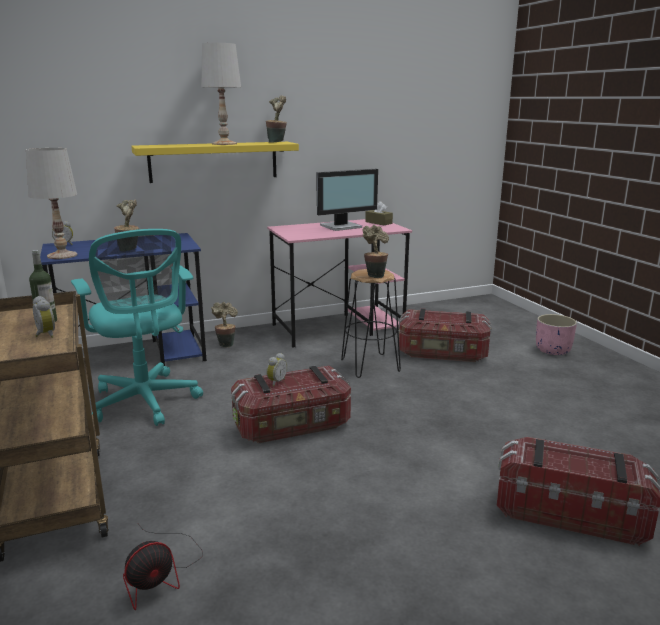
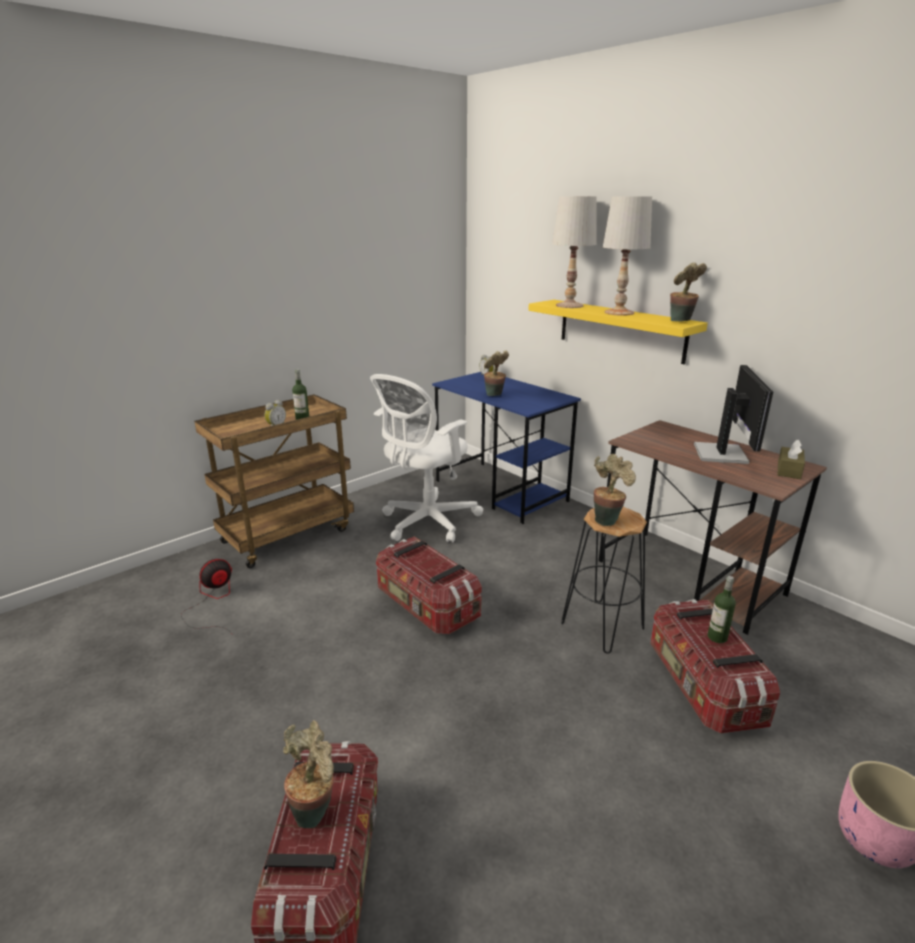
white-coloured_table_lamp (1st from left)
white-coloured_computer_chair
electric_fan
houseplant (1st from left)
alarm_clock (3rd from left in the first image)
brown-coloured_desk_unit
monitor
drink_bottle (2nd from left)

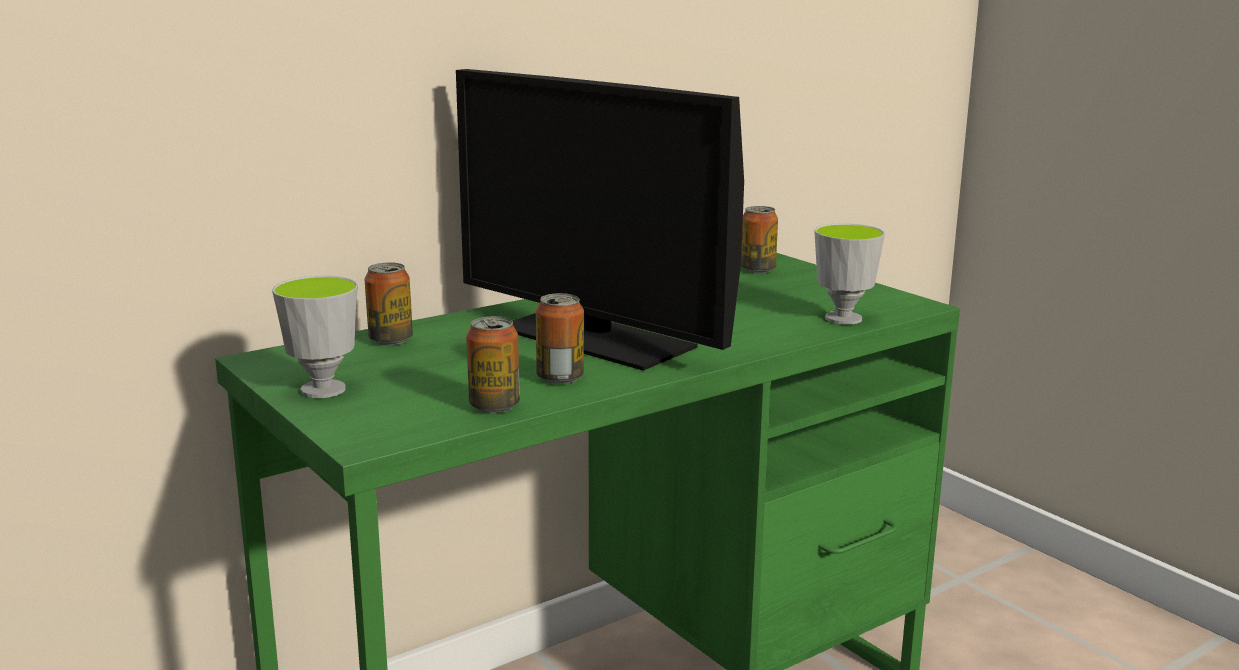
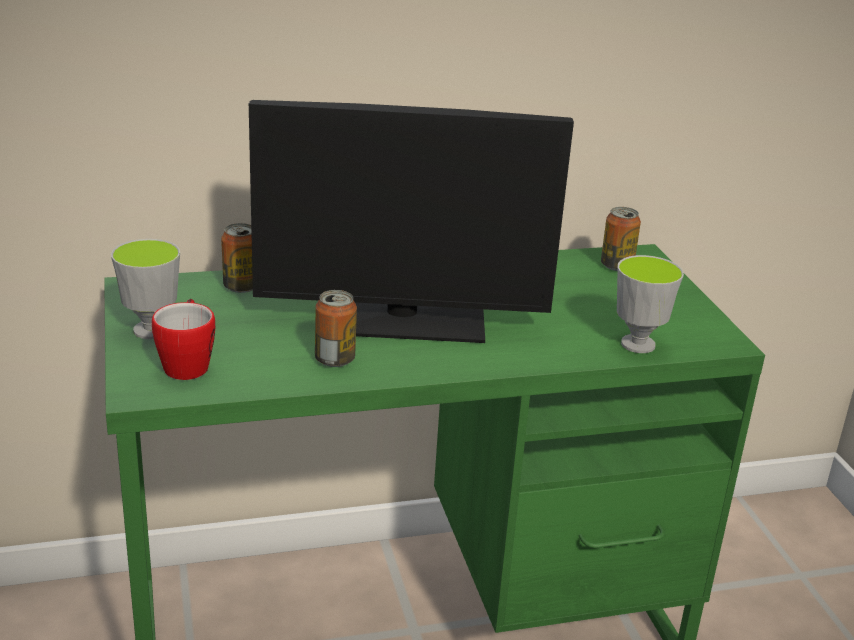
monitor
metal_can (2nd from left in the first image)
tea_mug

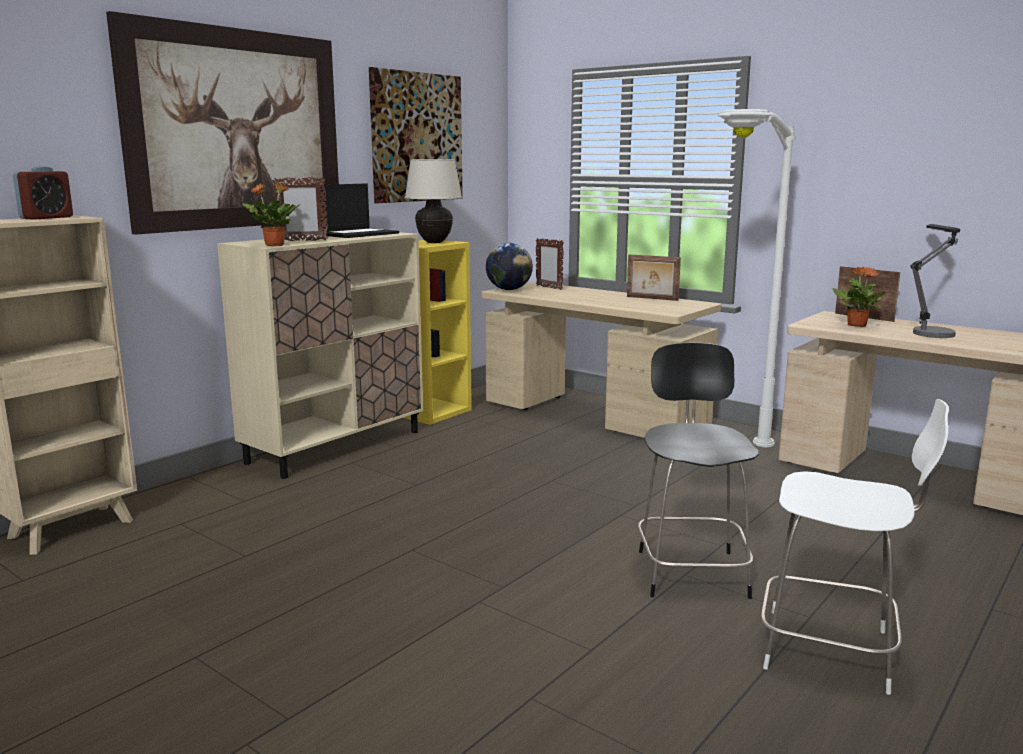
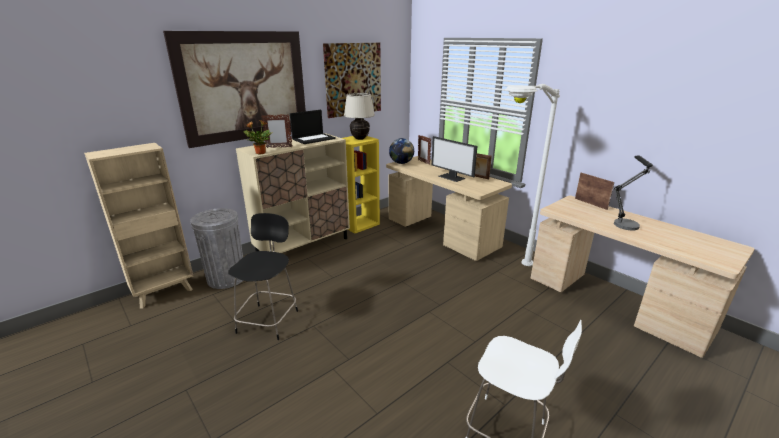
alarm_clock
blackish_plain_chair
houseplant (2nd from left in the first image)
gray_trash_can
monitor

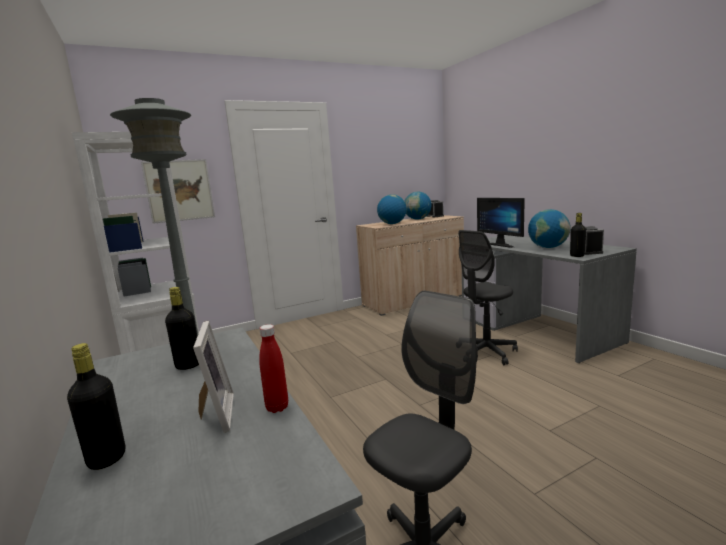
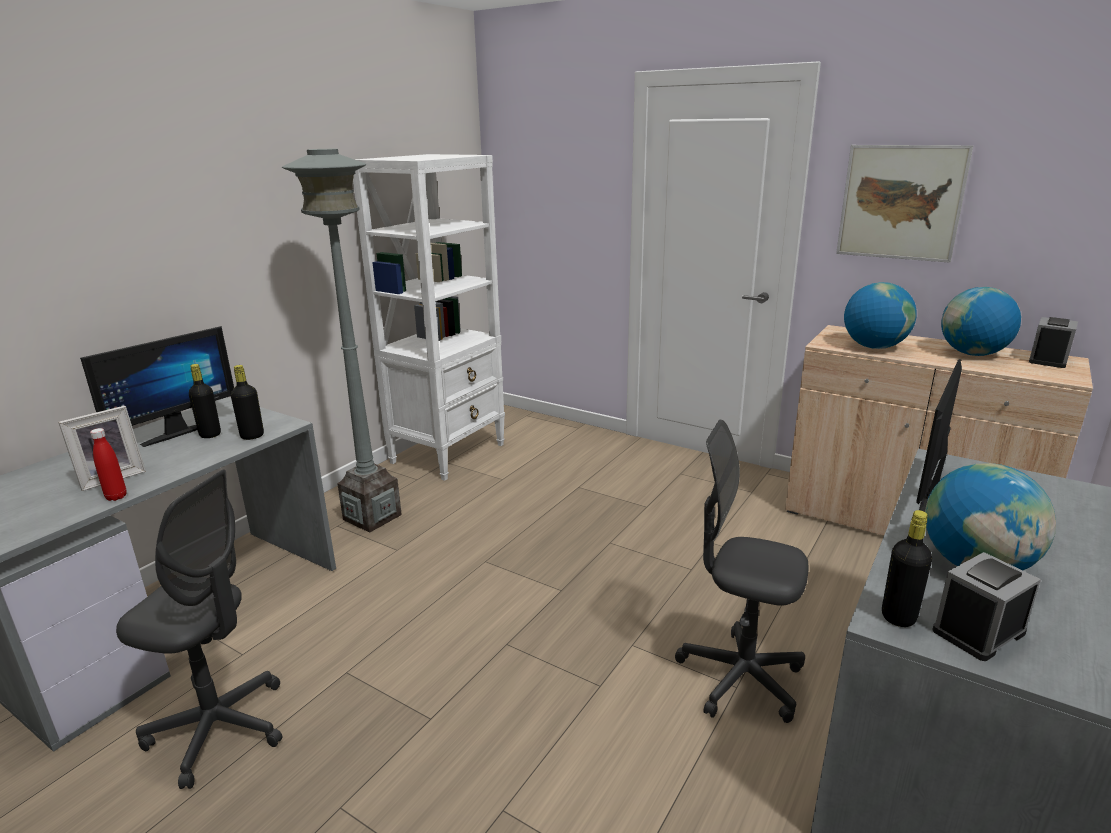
blackish_drink_bottle (2nd from left)
wall_art
monitor (1st from left)

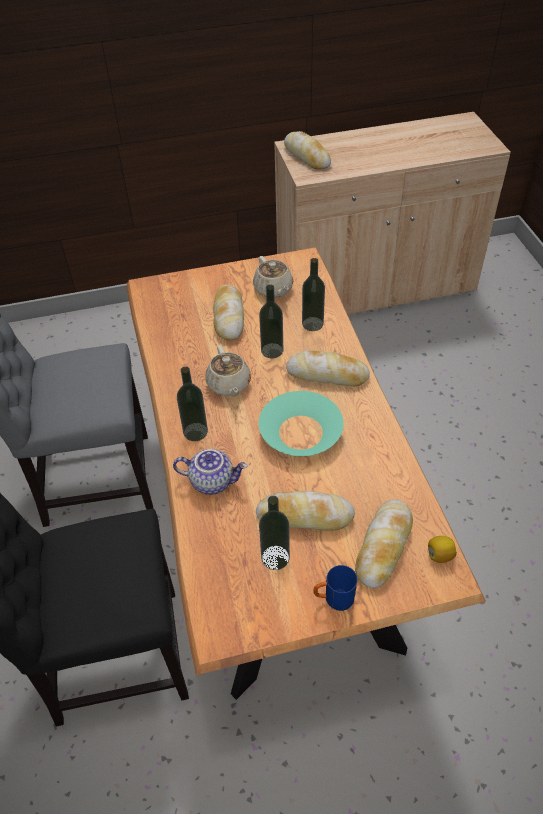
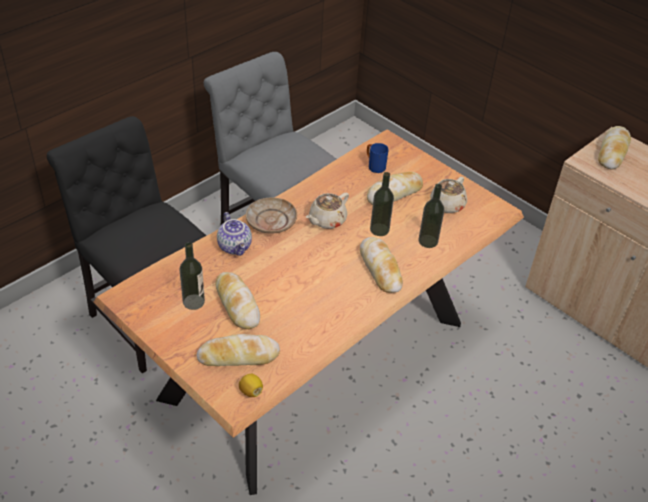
beige-coloured_flat_dish
turquoise-coloured_bowl
bluish_tea_mug

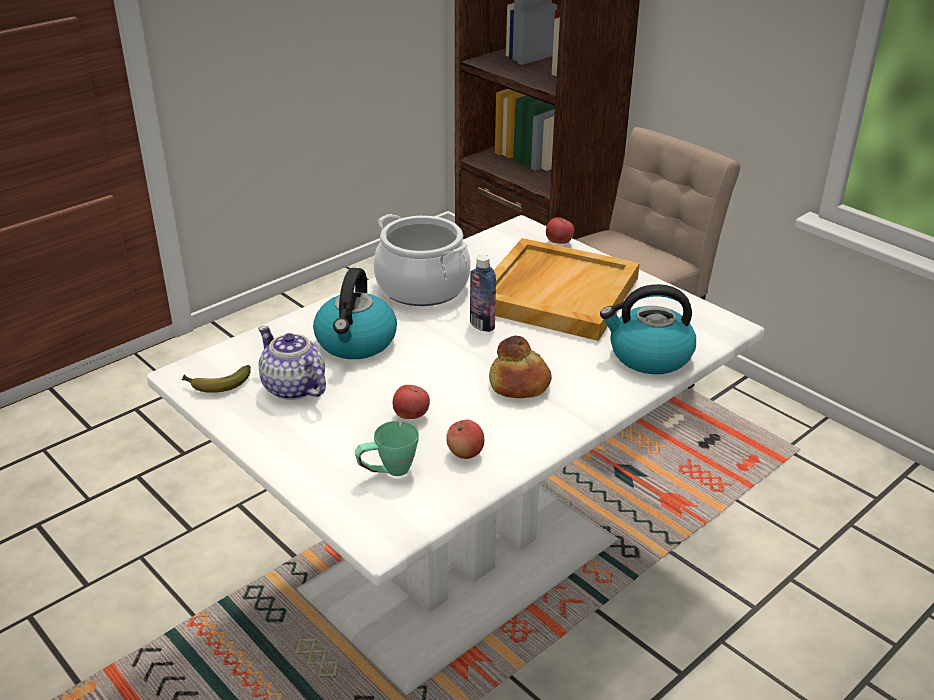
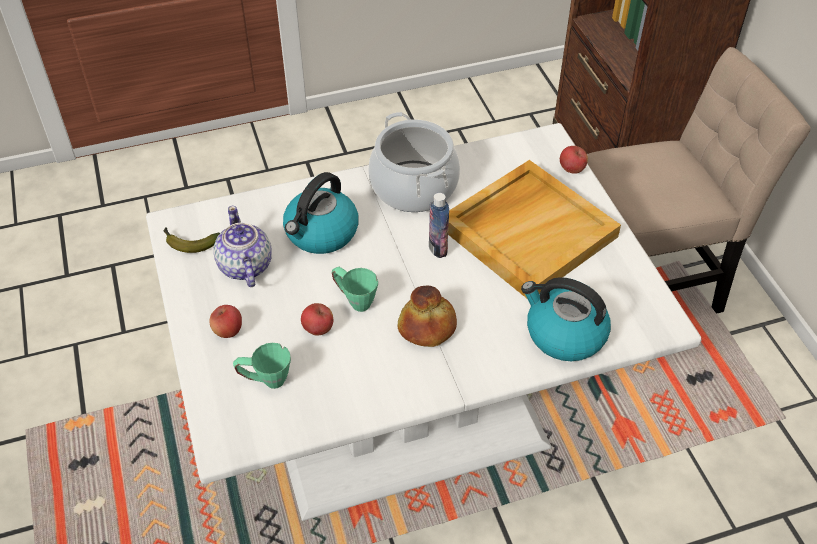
apple (1st from left)
green_tea_mug (2nd from left)

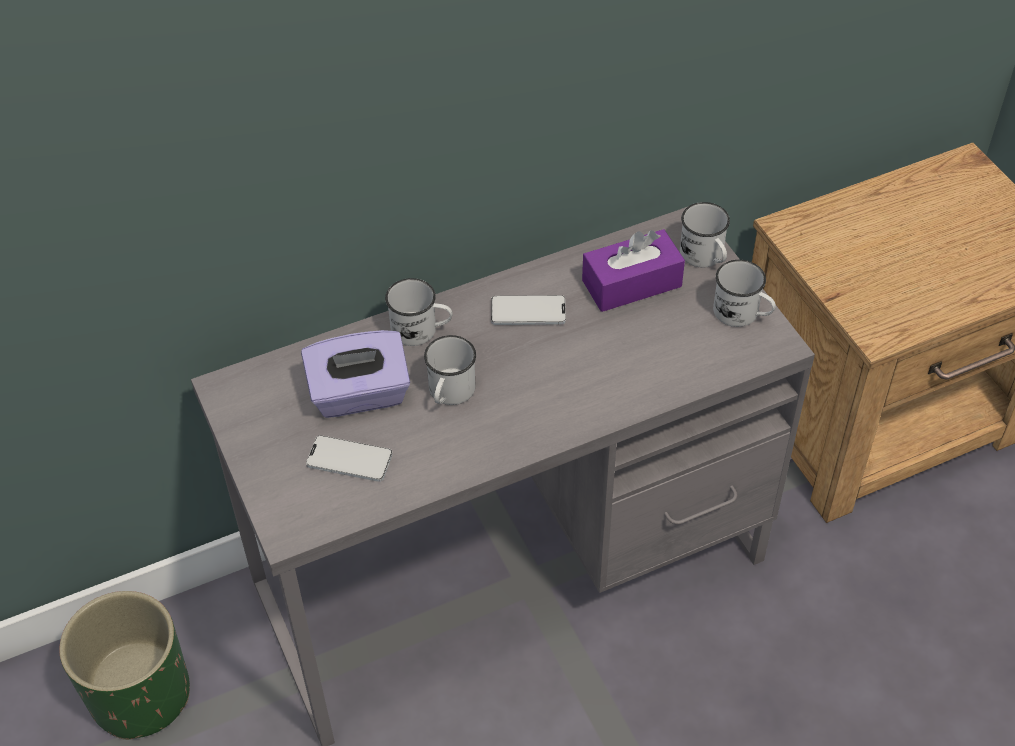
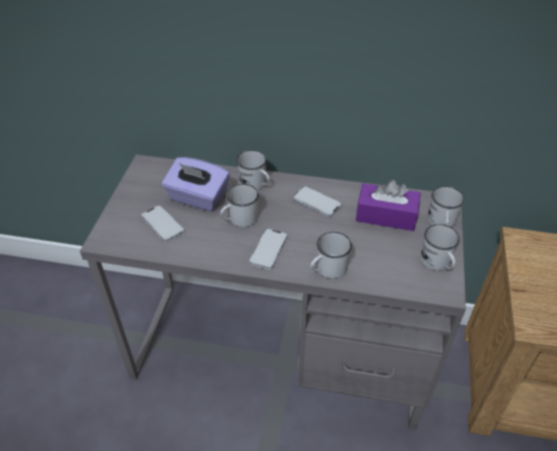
green_plant_pot
handset (2nd from left)
white-coloured_tea_mug (3rd from left)

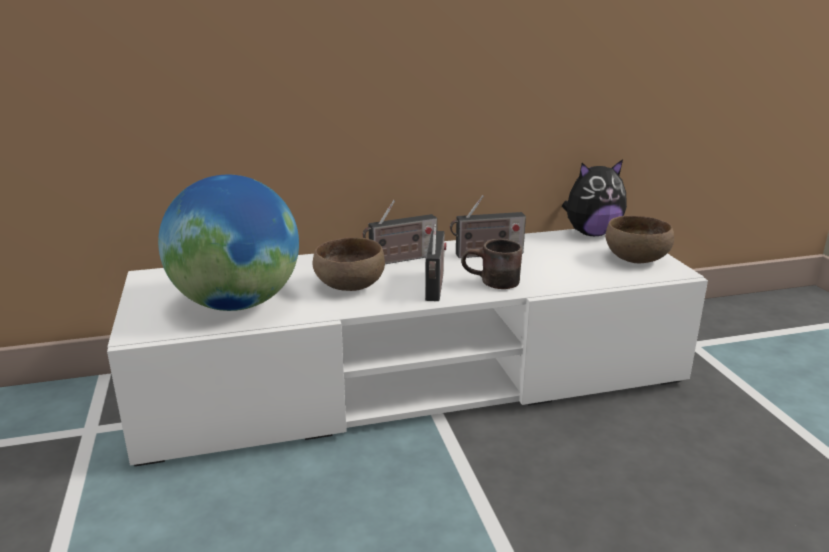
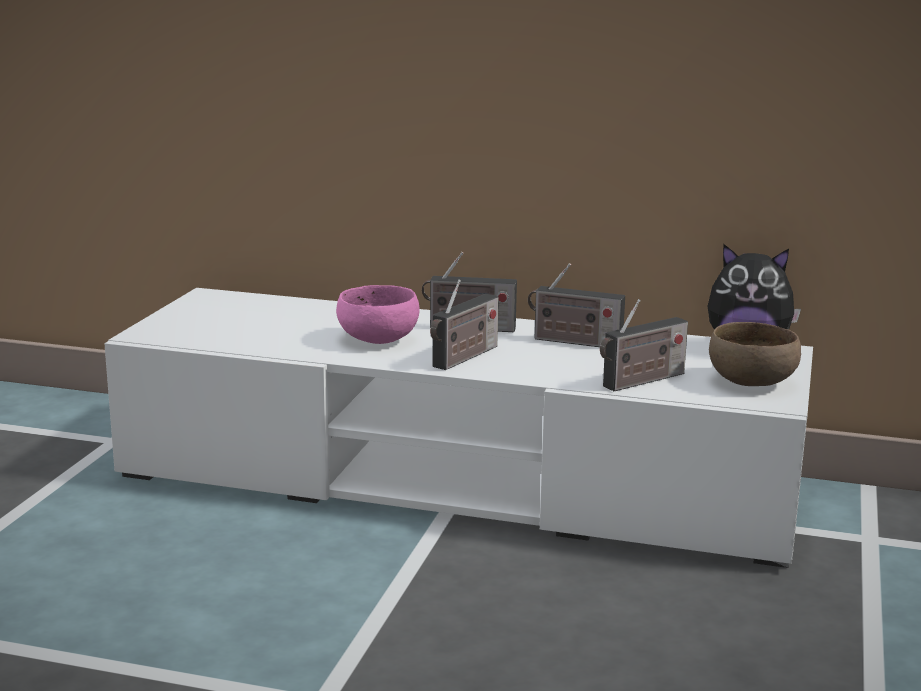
desk_globe
pinkish_bowl
brown-coloured_tea_mug
radio_set (4th from left)

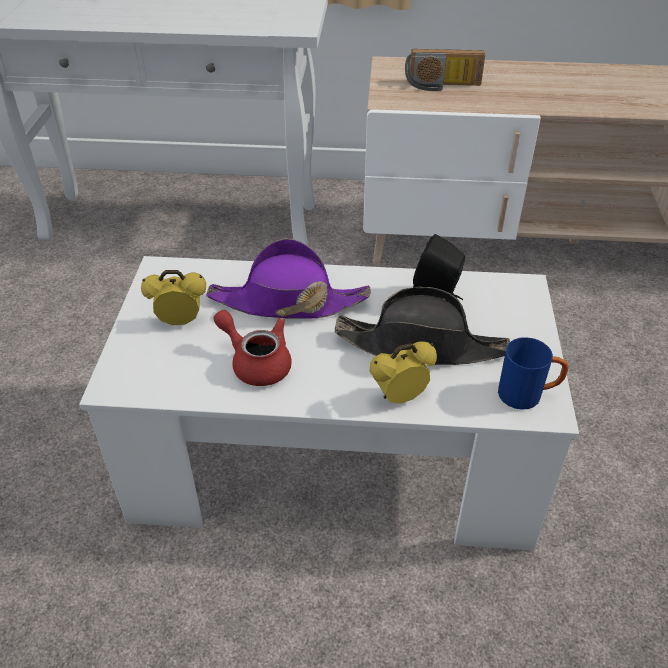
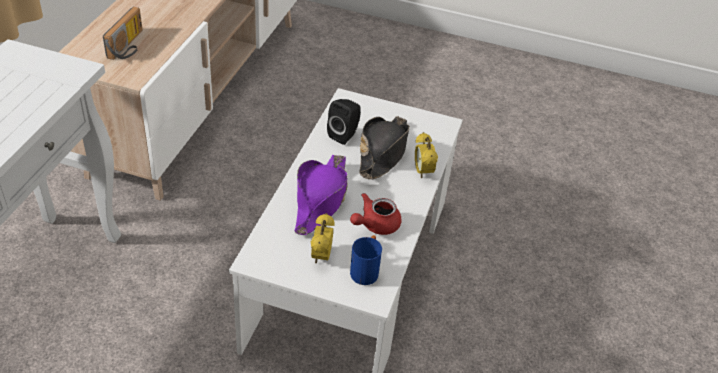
bluish_tea_mug

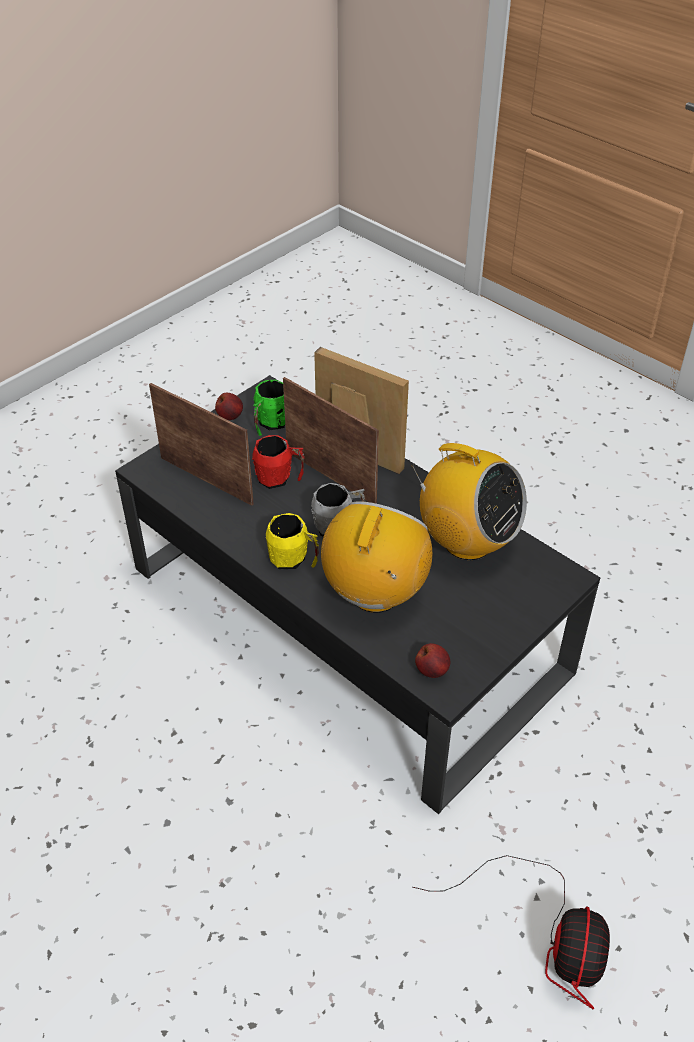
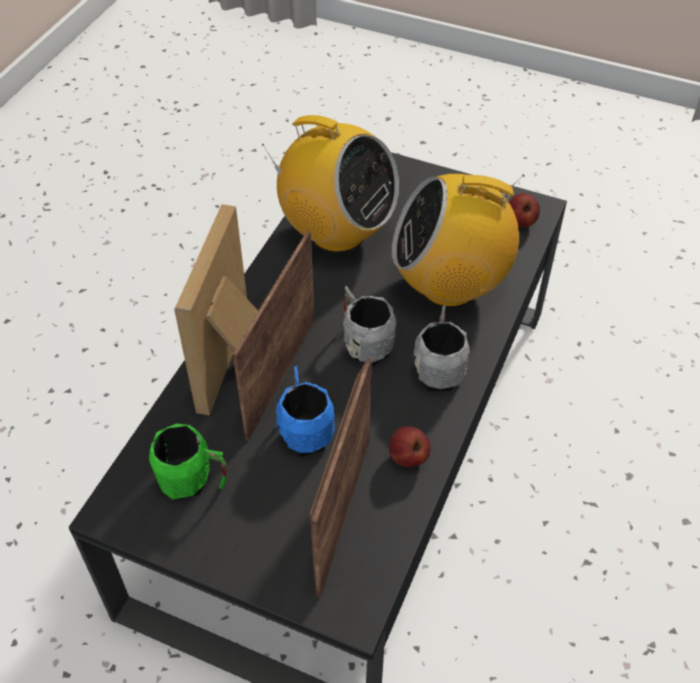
apple (1st from left)
bluish_tea_mug
gray_tea_mug (2nd from left)
radio_set (1st from left)
electric_fan

